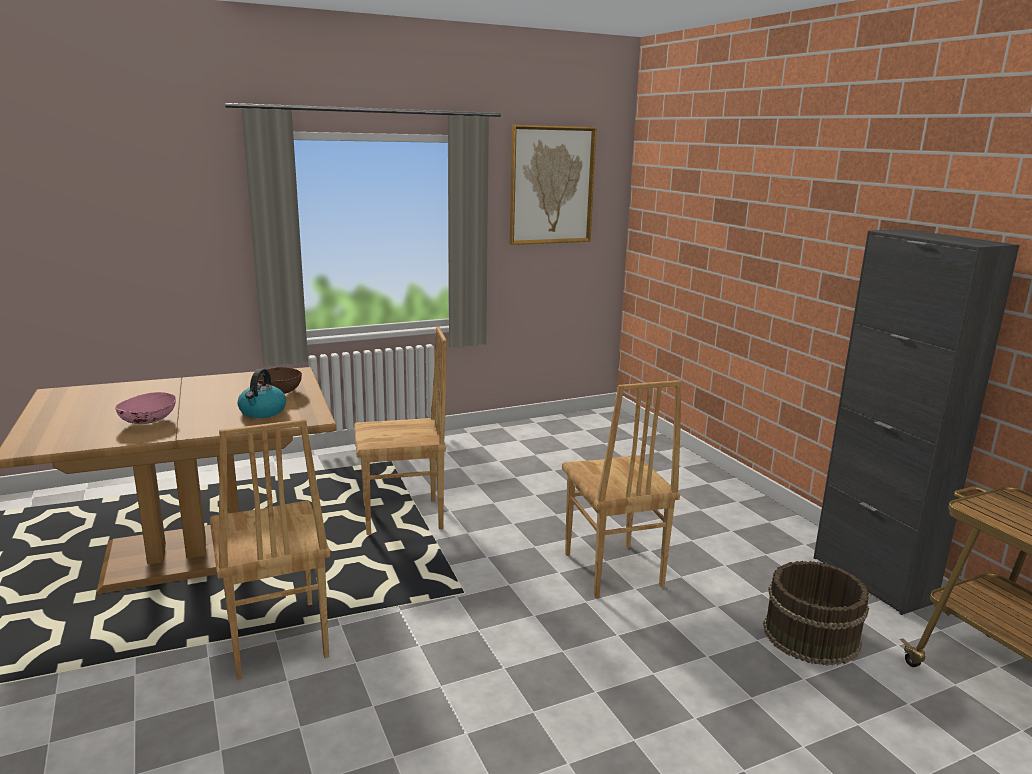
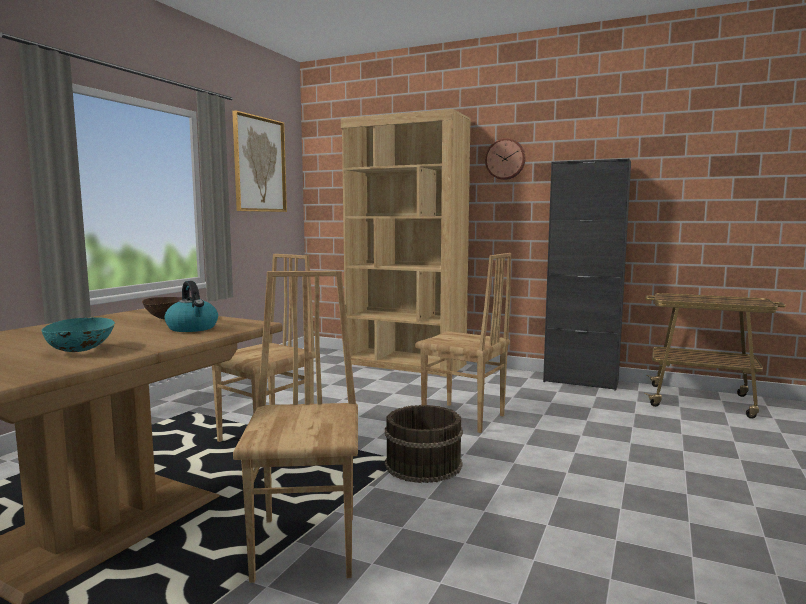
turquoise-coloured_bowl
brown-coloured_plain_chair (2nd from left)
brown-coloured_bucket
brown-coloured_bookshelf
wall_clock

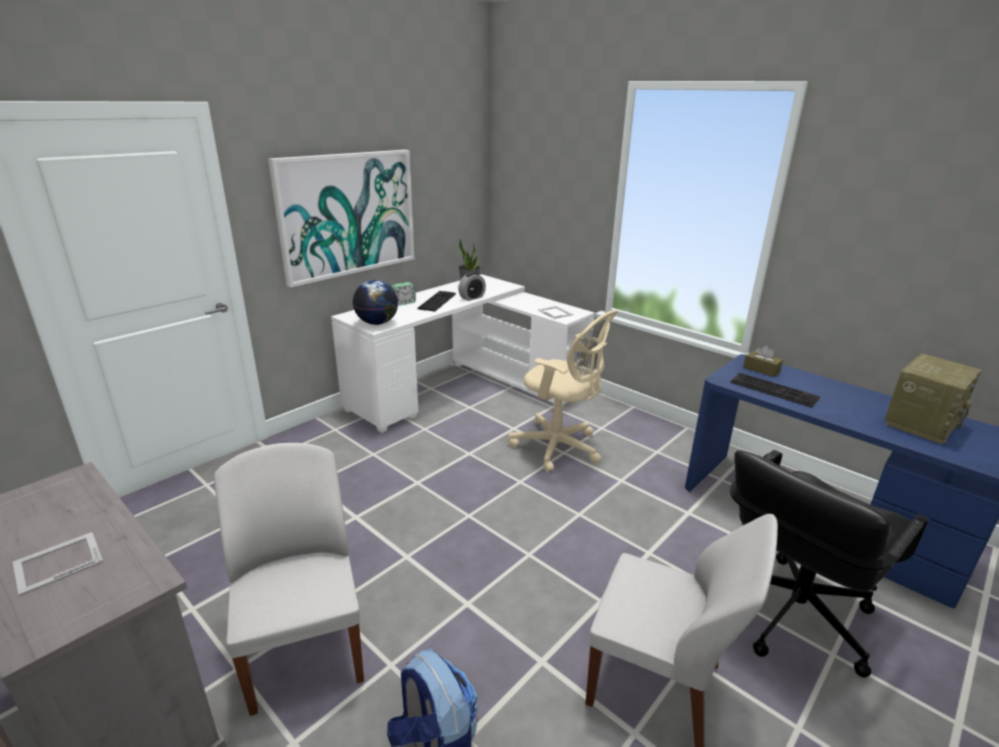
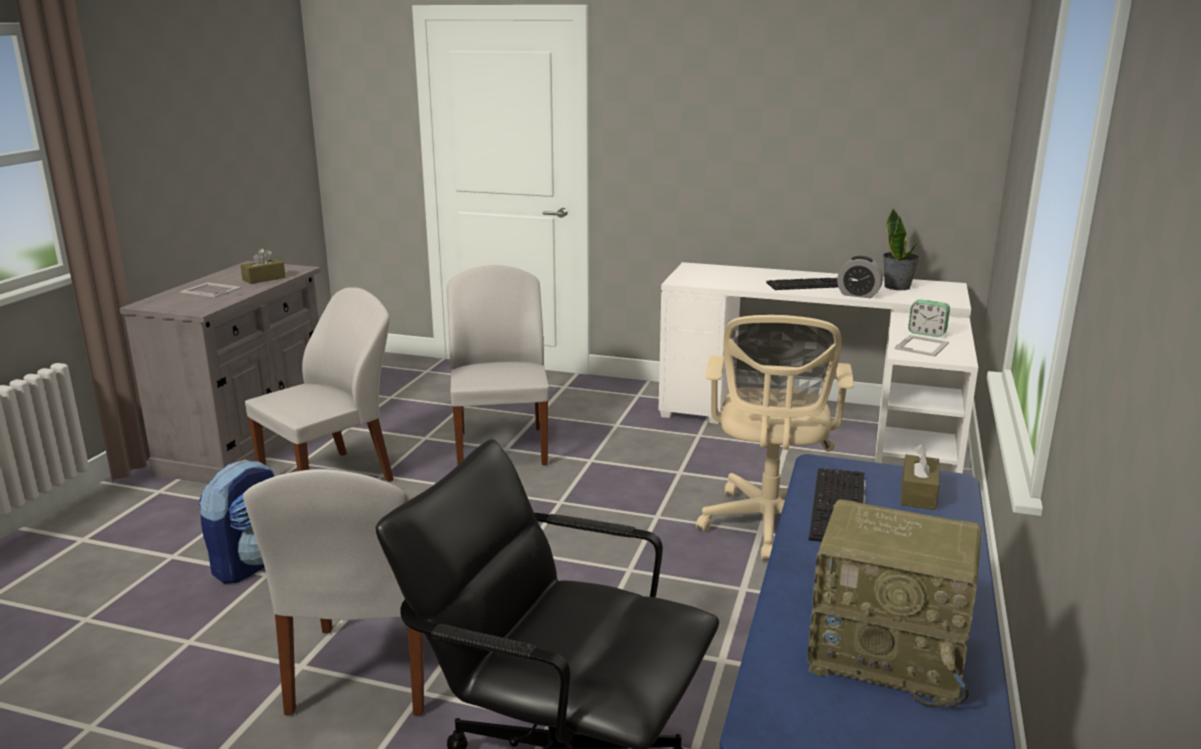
wall_art
desk_globe
alarm_clock (2nd from left)
brown-coloured_tissue_box (1st from left)
white-coloured_plain_chair (3rd from left)

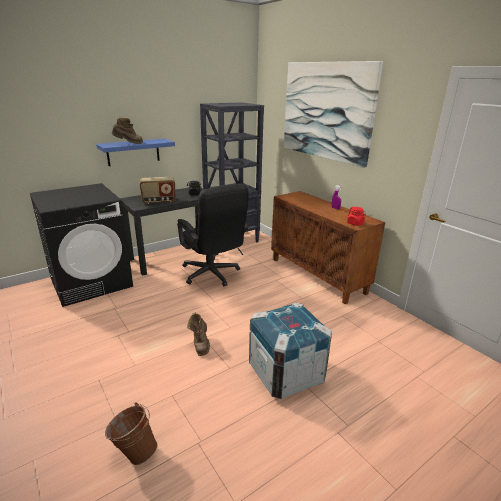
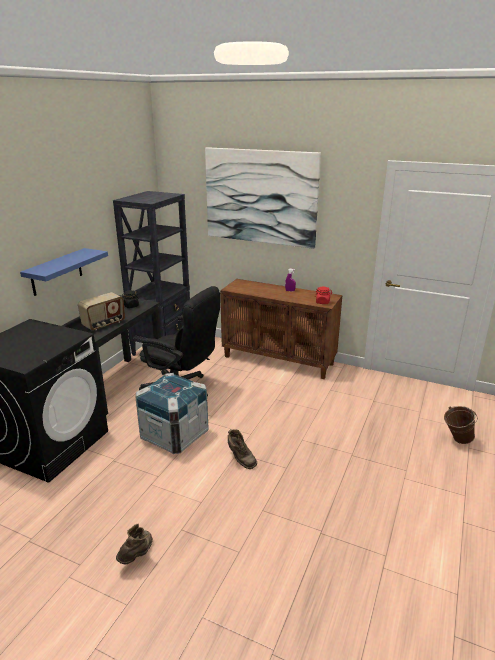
brown-coloured_bucket
brown-coloured_high-top_boot (1st from left)
crate

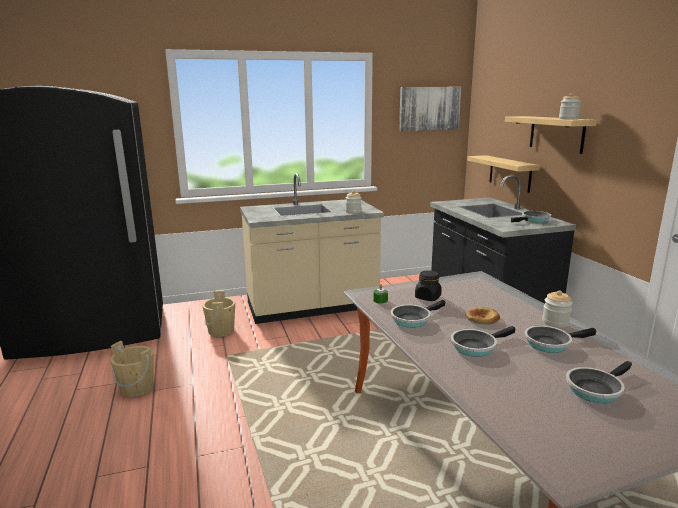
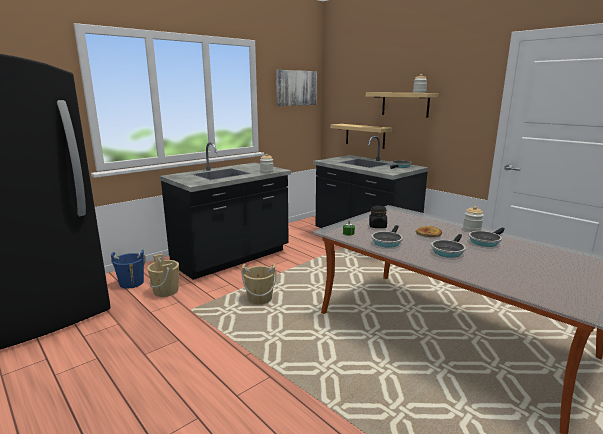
beige-coloured_bucket (2nd from left)
blackish_kitchen_base_unit (1st from left)
frying_pan (5th from left in the first image)
bluish_bucket

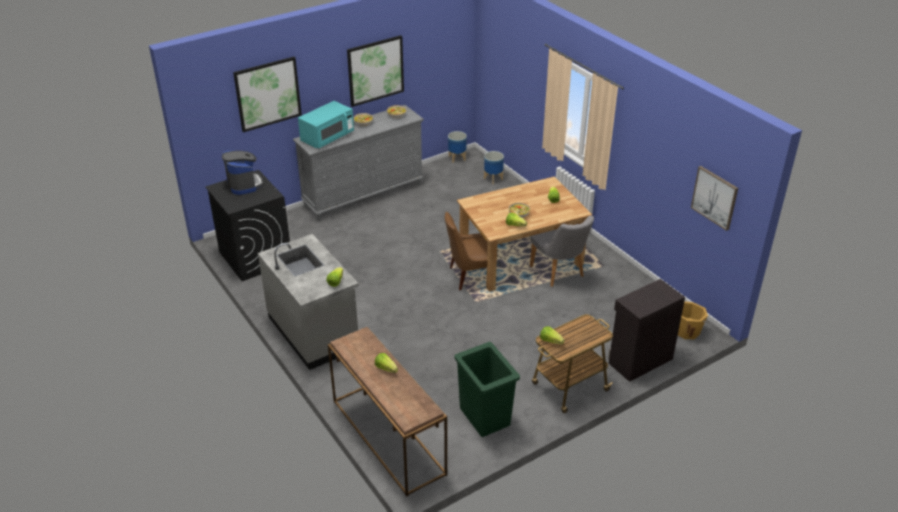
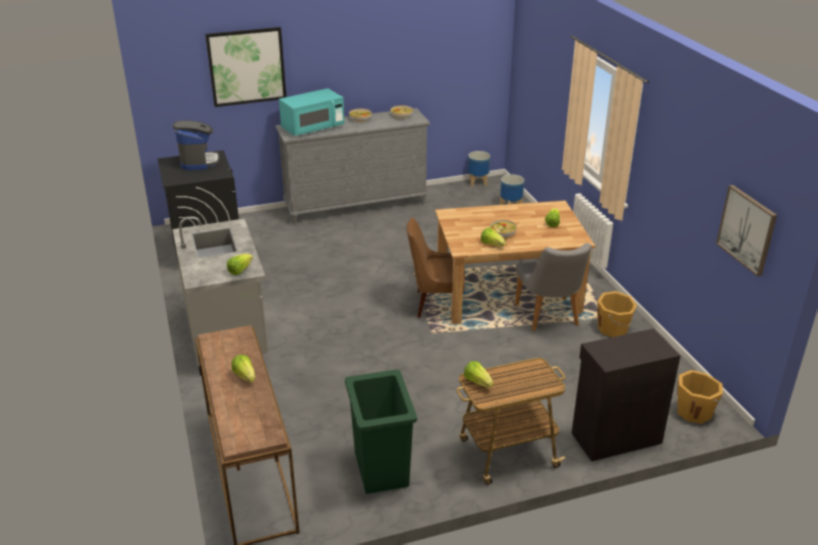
wall_art (2nd from left in the first image)
orange_bucket (1st from left)

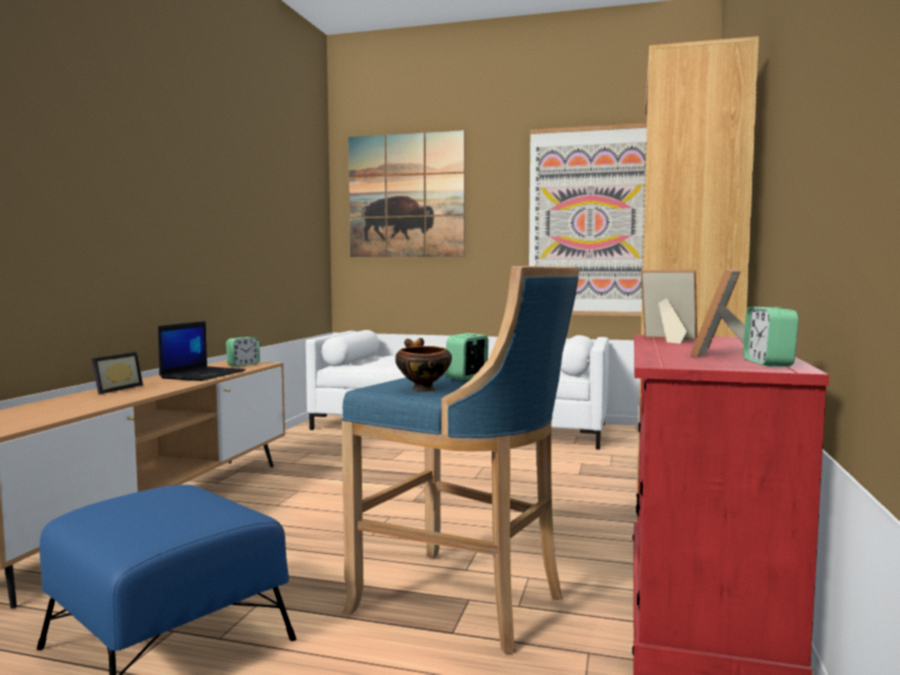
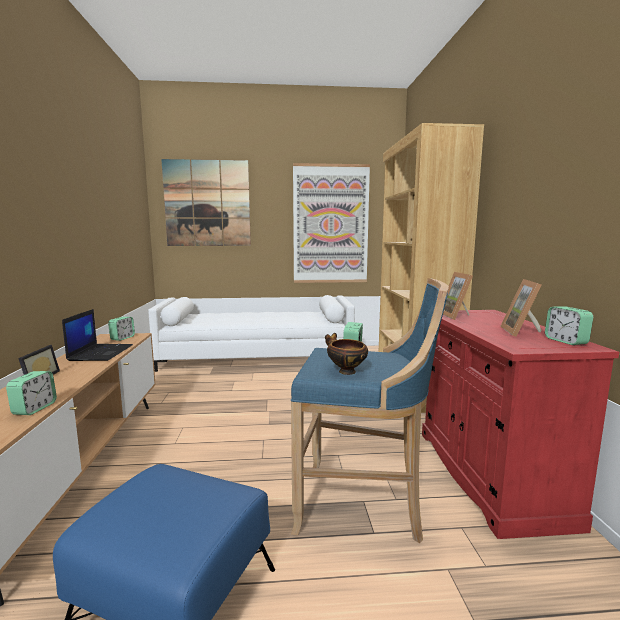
picture_frame (2nd from left)
alarm_clock (1st from left)

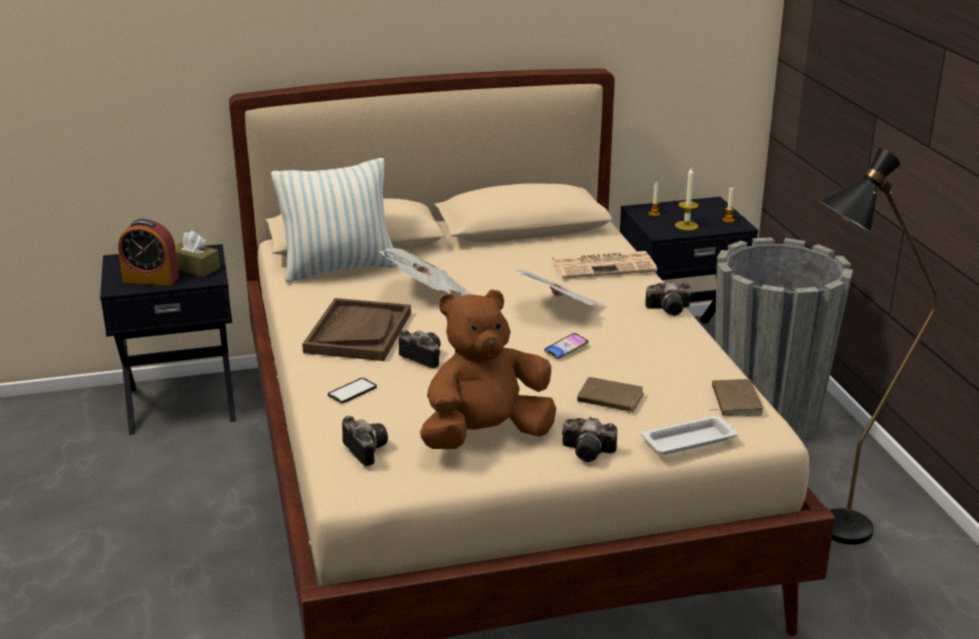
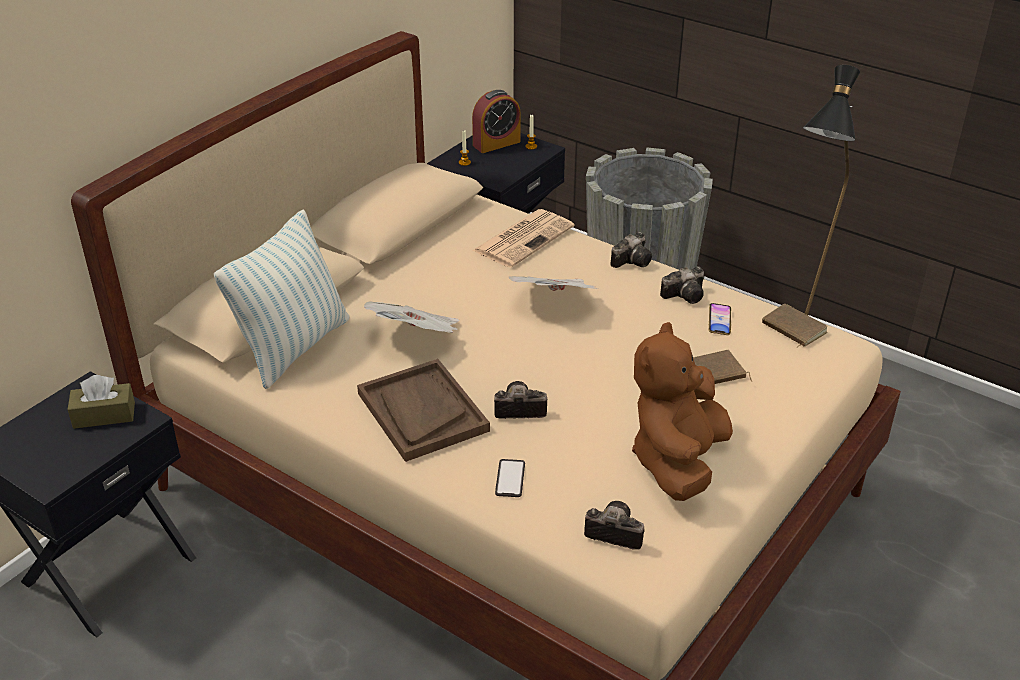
alarm_clock
handset (2nd from left)
photo_camera (4th from left)
white-coloured_carrying_tray
wax_candle (2nd from left in the first image)

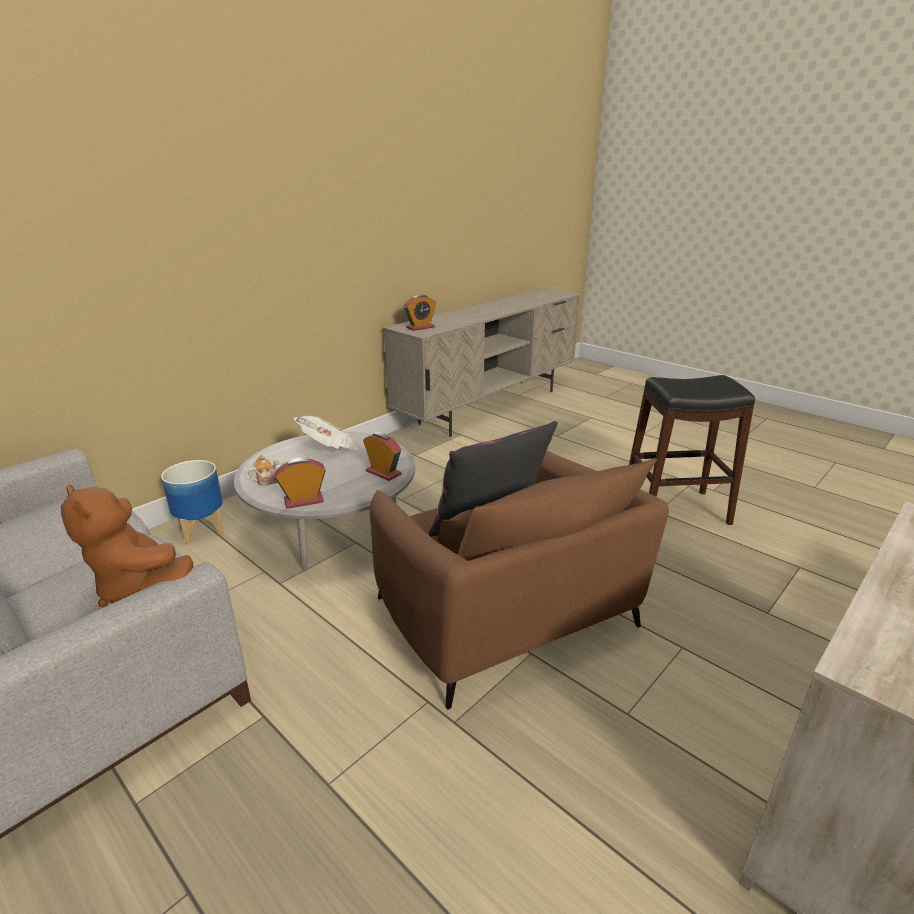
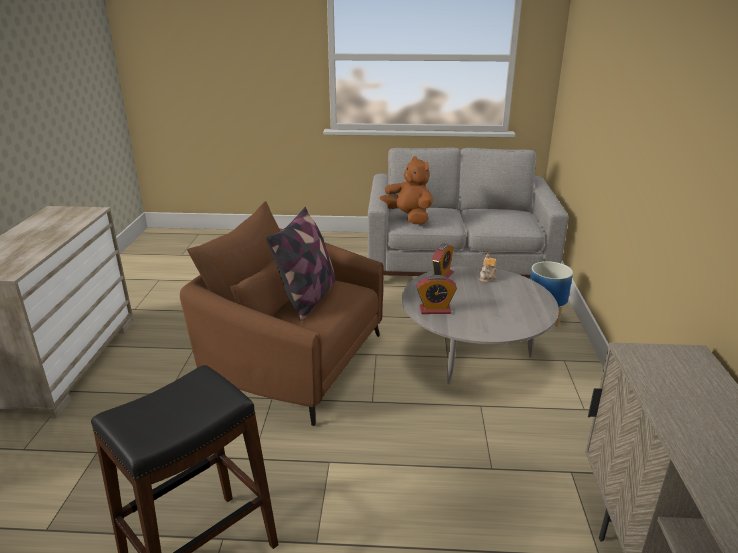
brown-coloured_soft_toy
newspaper
alarm_clock (3rd from left in the first image)

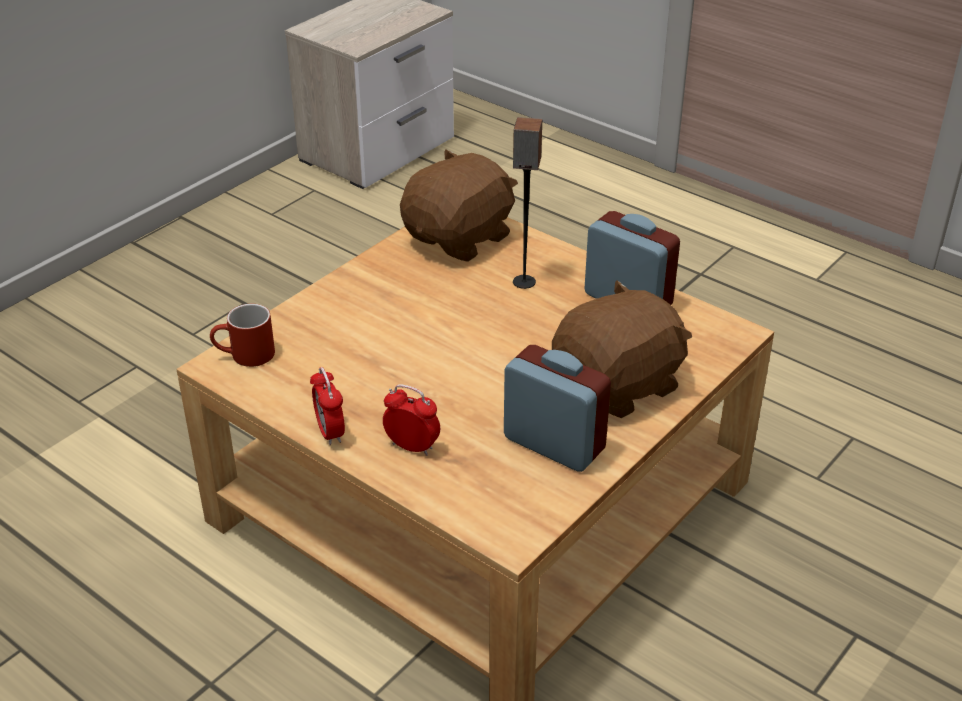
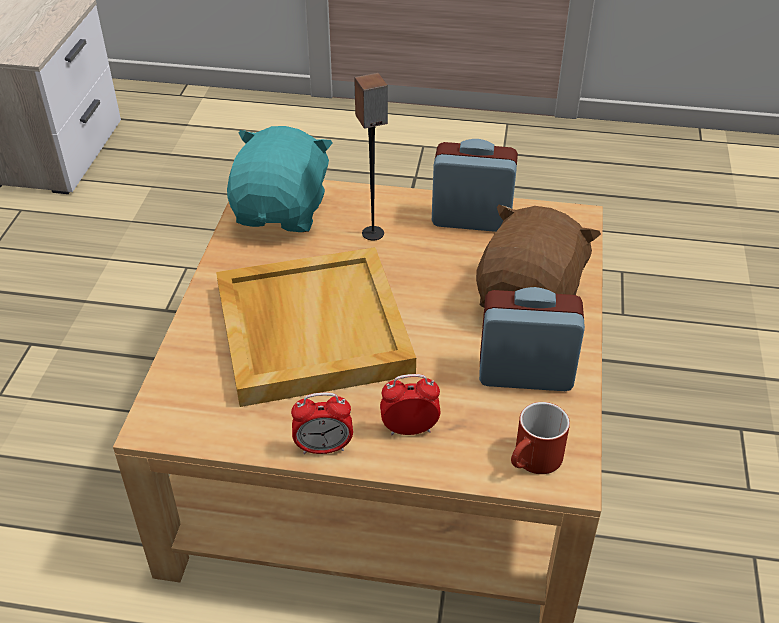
red_tea_mug
alarm_clock (1st from left)
turquoise-coloured_soft_toy
beige-coloured_carrying_tray

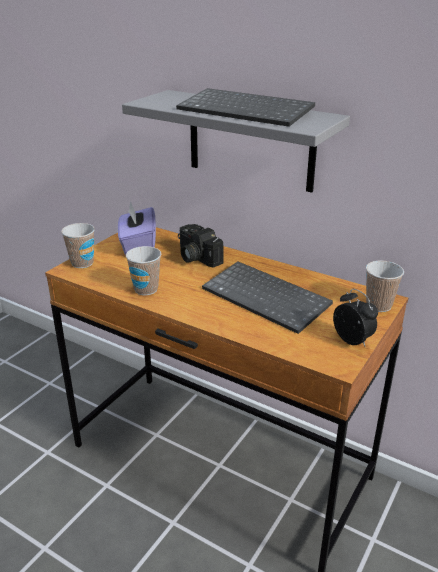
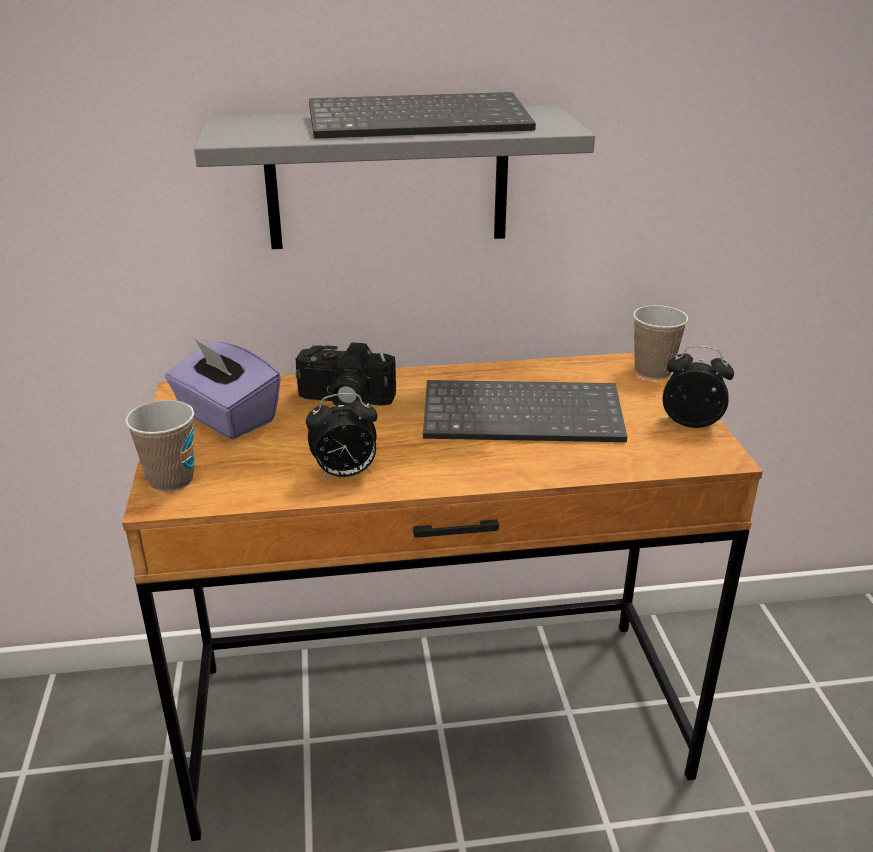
alarm_clock (1st from left)

